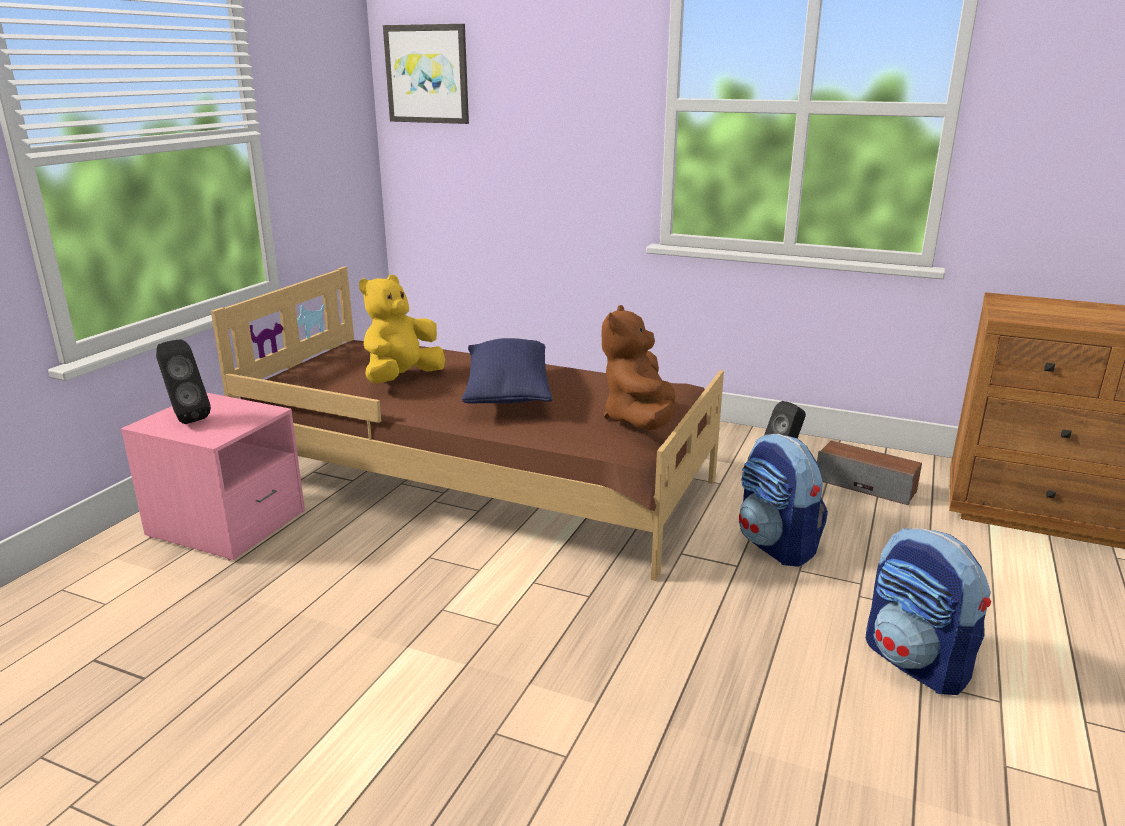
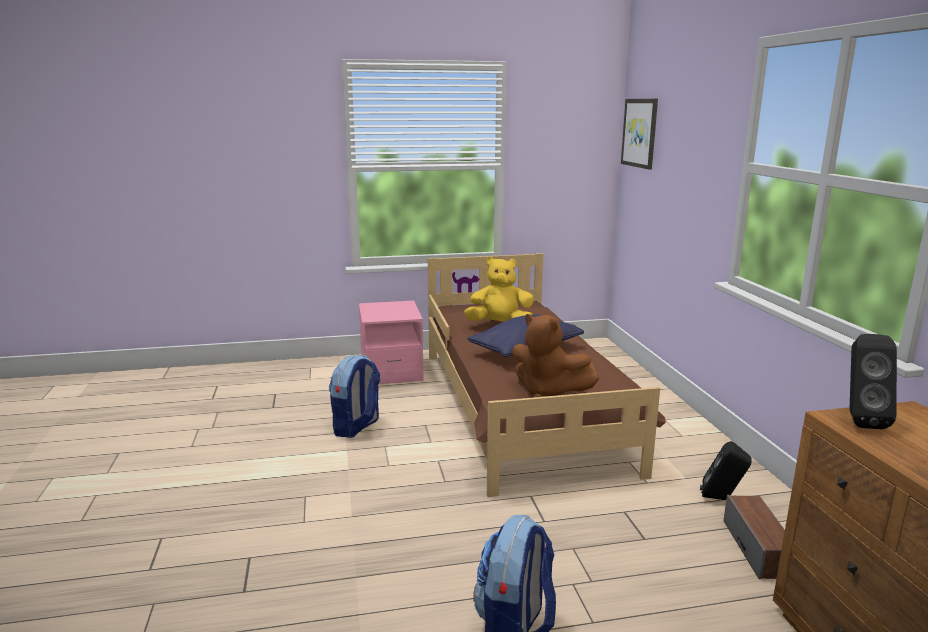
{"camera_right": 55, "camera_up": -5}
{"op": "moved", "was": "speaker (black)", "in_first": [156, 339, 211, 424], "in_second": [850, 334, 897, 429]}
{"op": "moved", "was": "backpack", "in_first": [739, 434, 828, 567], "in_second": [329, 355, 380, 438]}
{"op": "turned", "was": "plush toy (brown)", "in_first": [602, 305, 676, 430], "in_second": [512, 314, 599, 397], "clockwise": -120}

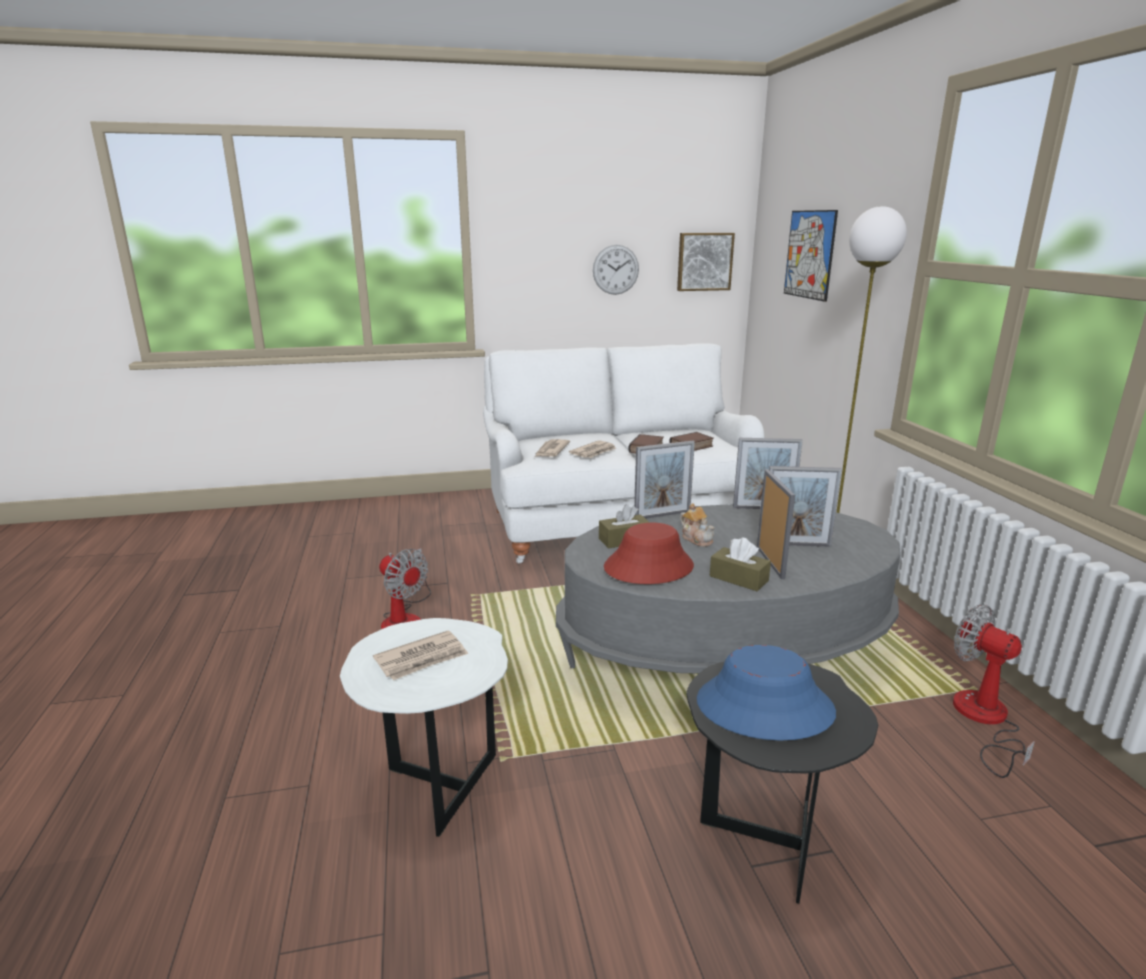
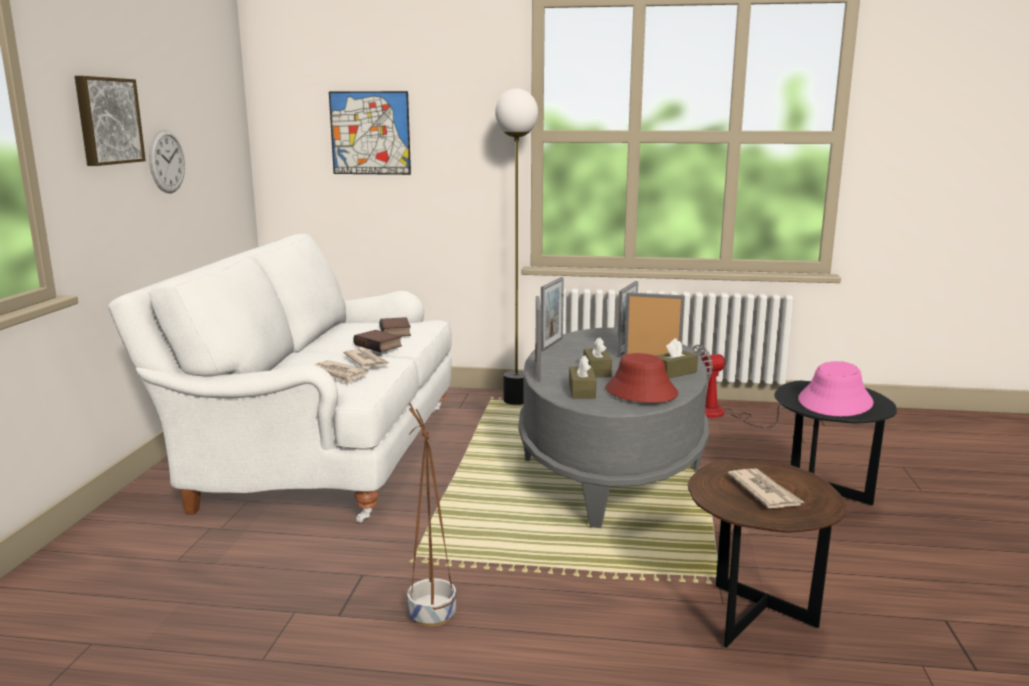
{"camera_right": -70, "camera_up": -5}
{"op": "moved", "was": "picture", "in_first": [677, 233, 735, 291], "in_second": [75, 76, 146, 166]}
{"op": "replaced", "was": "fan", "now": "planter (brown)", "in_first": [379, 548, 431, 629], "in_second": [407, 403, 457, 627]}
{"op": "replaced", "was": "teapot", "now": "tissue box (brown)", "in_first": [680, 503, 715, 547], "in_second": [584, 337, 612, 377]}
{"op": "recoloured", "was": "side table (white)", "now": "side table (brown)", "in_first": [340, 618, 508, 837], "in_second": [688, 459, 846, 648]}
{"op": "recoloured", "was": "hat (blue)", "now": "hat (pink)", "in_first": [697, 645, 836, 741], "in_second": [798, 361, 873, 416]}

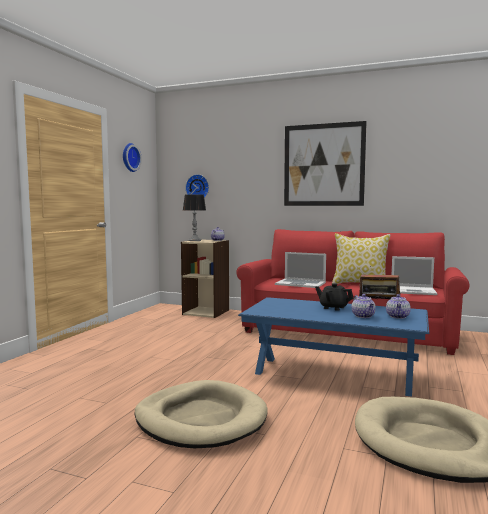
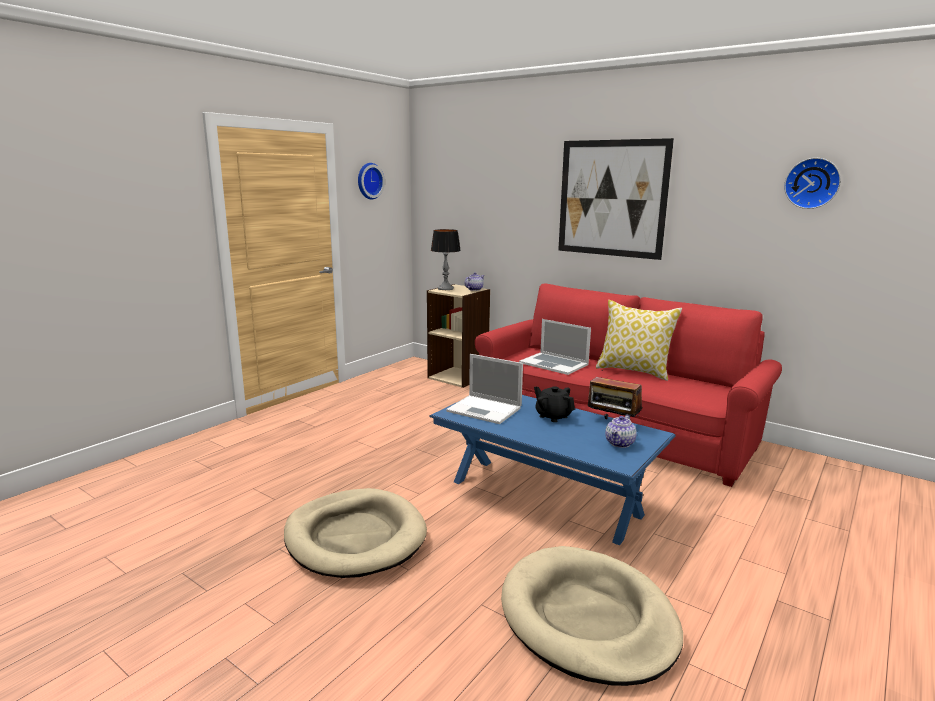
{"camera_right": 15, "camera_up": 10}
{"op": "removed", "was": "teapot", "in_first": [352, 294, 376, 318]}
{"op": "moved", "was": "wall clock", "in_first": [185, 174, 209, 198], "in_second": [784, 158, 841, 209]}
{"op": "moved", "was": "laptop", "in_first": [392, 256, 438, 295], "in_second": [446, 354, 523, 424]}

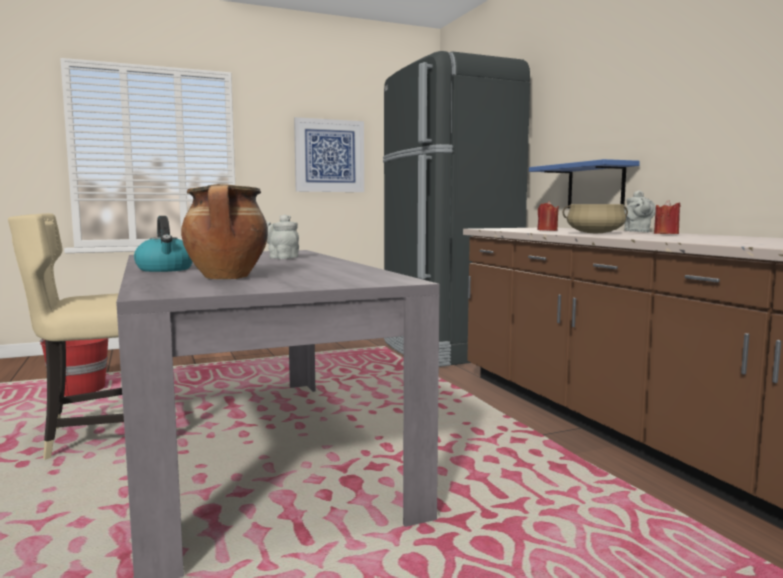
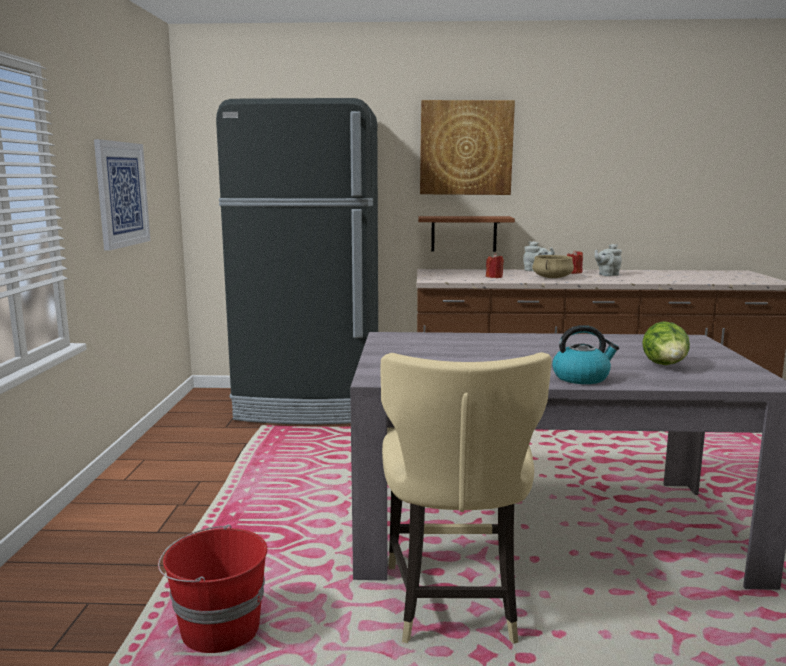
{"camera_right": -65, "camera_up": 5}
{"op": "added", "now": "picture", "in_second": [420, 100, 515, 195]}
{"op": "moved", "was": "teapot (grey)", "in_first": [267, 214, 299, 259], "in_second": [594, 244, 622, 276]}
{"op": "replaced", "was": "cooking pot", "now": "lettuce", "in_first": [181, 184, 268, 279], "in_second": [642, 321, 690, 365]}
{"op": "recoloured", "was": "shelf (blue)", "now": "shelf (brown)", "in_first": [529, 159, 640, 208], "in_second": [418, 216, 515, 252]}

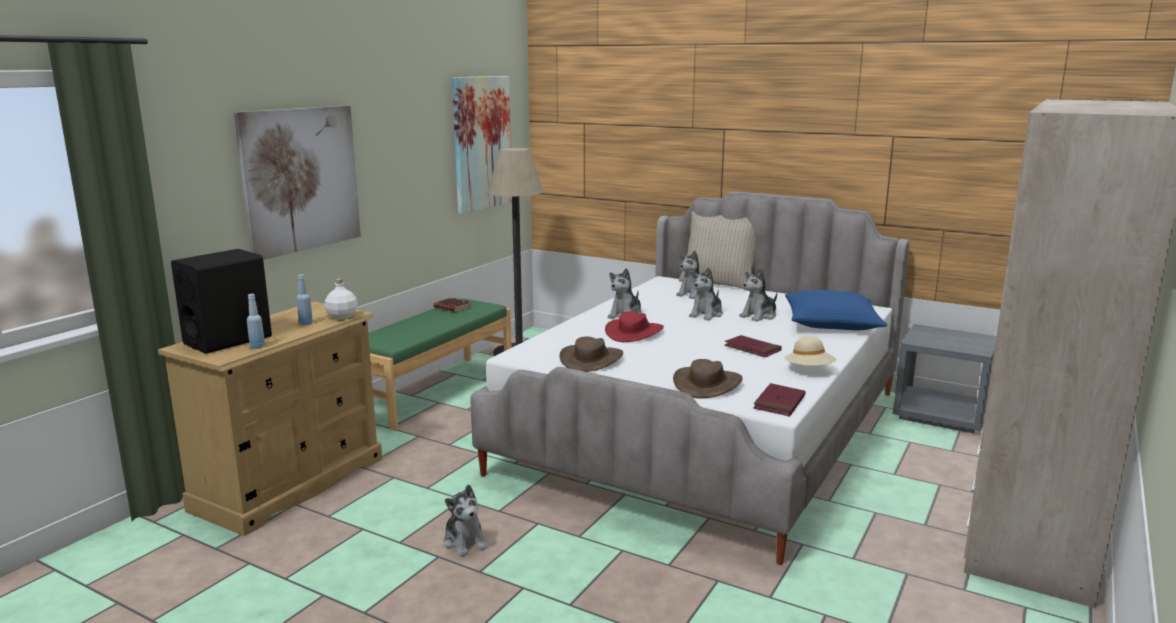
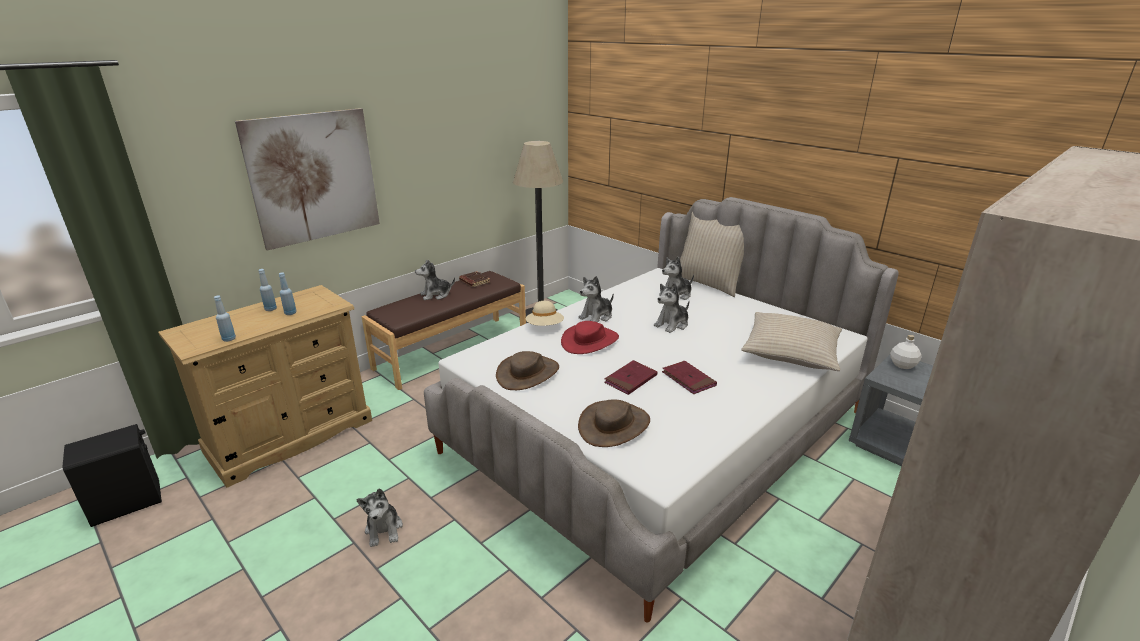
{"camera_right": 15, "camera_up": 10}
{"op": "removed", "was": "picture", "in_first": [452, 76, 512, 214]}
{"op": "added", "now": "bottle (blue)", "in_second": [258, 269, 277, 311]}
{"op": "moved", "was": "speaker (black)", "in_first": [171, 249, 272, 354], "in_second": [62, 424, 162, 527]}
{"op": "moved", "was": "bottle (white)", "in_first": [325, 278, 358, 320], "in_second": [890, 335, 921, 369]}
{"op": "moved", "was": "plush toy", "in_first": [739, 269, 777, 321], "in_second": [415, 259, 455, 300]}
{"op": "moved", "was": "book (red)", "in_first": [753, 383, 806, 416], "in_second": [604, 360, 657, 395]}
{"op": "moved", "was": "hat (beige)", "in_first": [785, 336, 836, 366], "in_second": [526, 301, 564, 326]}
{"op": "recoloured", "was": "bench (green)", "now": "bench (brown)", "in_first": [368, 299, 511, 431], "in_second": [362, 271, 526, 390]}
{"op": "recoloured", "was": "pillow (blue)", "now": "pillow (beige)", "in_first": [785, 290, 887, 330], "in_second": [741, 312, 842, 371]}

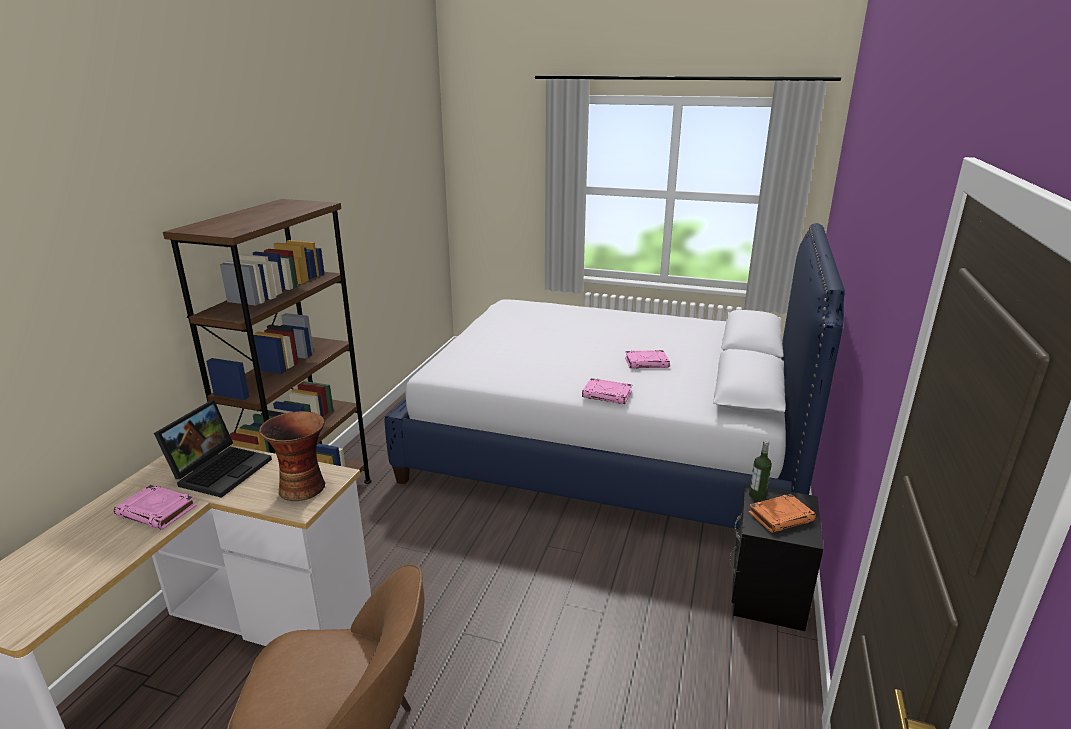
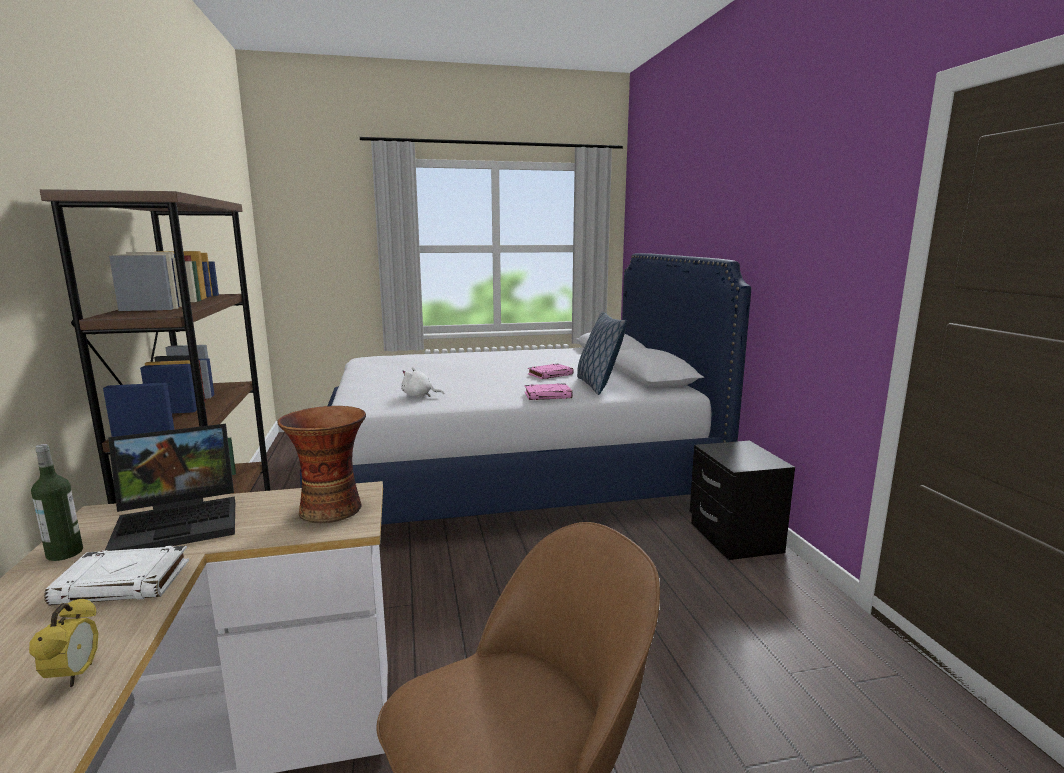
{"camera_right": -30, "camera_up": -10}
{"op": "removed", "was": "book (orange)", "in_first": [748, 494, 816, 533]}
{"op": "added", "now": "alarm clock", "in_second": [29, 597, 98, 688]}
{"op": "added", "now": "plush toy (white)", "in_second": [401, 367, 444, 397]}
{"op": "added", "now": "pillow", "in_second": [577, 311, 628, 395]}
{"op": "moved", "was": "bottle", "in_first": [749, 440, 772, 501], "in_second": [31, 444, 83, 561]}
{"op": "recoloured", "was": "book (pink)", "now": "book (white)", "in_first": [114, 484, 197, 530], "in_second": [44, 546, 189, 605]}
{"op": "turned", "was": "laptop", "in_first": [154, 400, 272, 498], "in_second": [105, 424, 235, 551], "clockwise": 75}

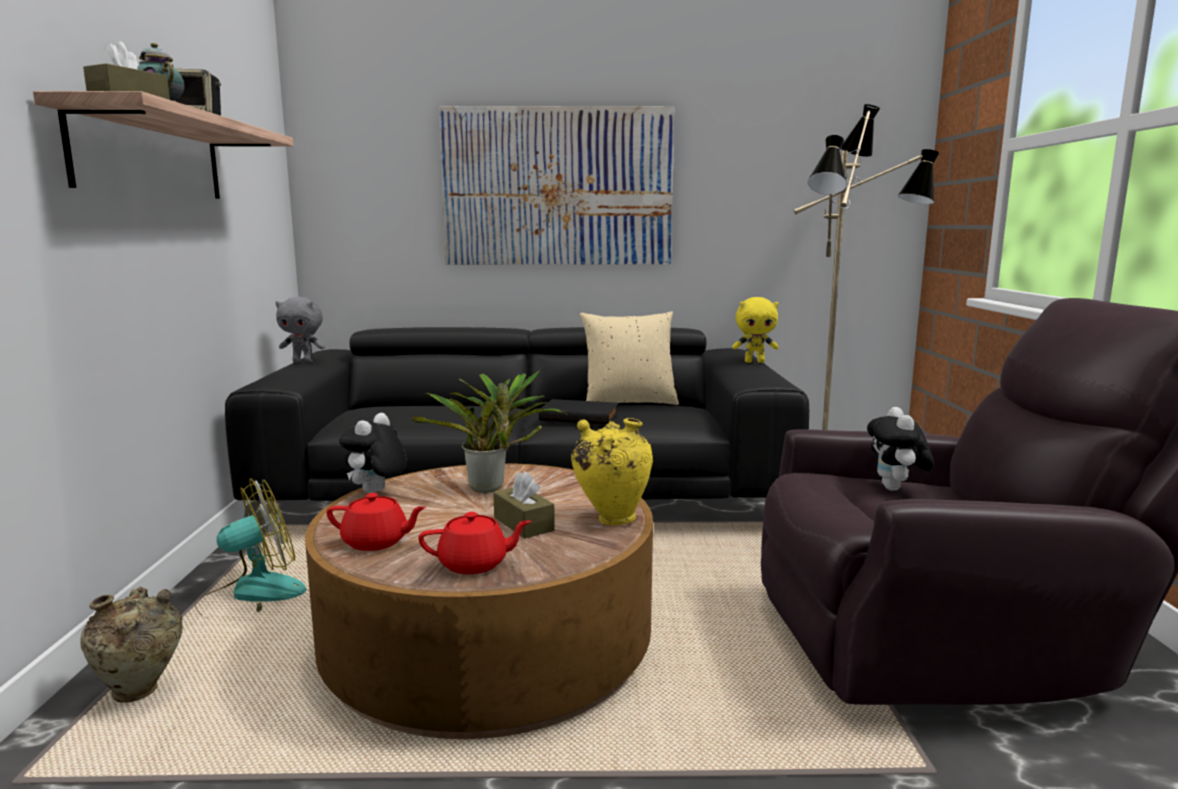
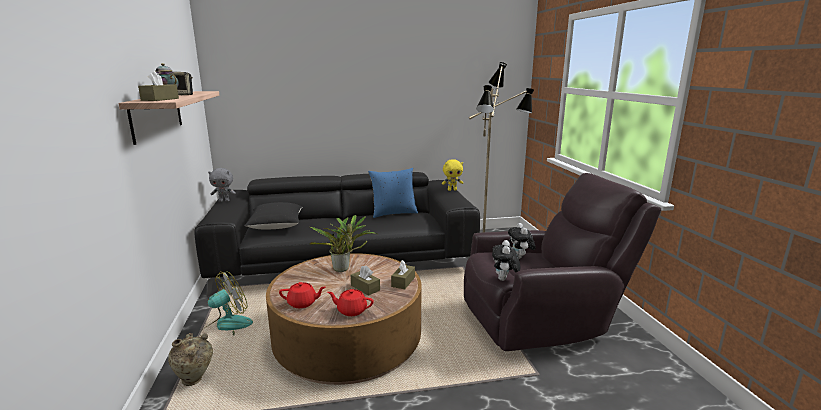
{"camera_right": -10, "camera_up": 5}
{"op": "removed", "was": "picture", "in_first": [439, 106, 675, 265]}
{"op": "removed", "was": "book (black)", "in_first": [539, 399, 618, 425]}
{"op": "added", "now": "pillow (black)", "in_second": [244, 202, 302, 229]}
{"op": "moved", "was": "plush toy", "in_first": [339, 413, 407, 494], "in_second": [492, 240, 520, 281]}
{"op": "replaced", "was": "vase (yellow)", "now": "tissue box (brown)", "in_first": [571, 418, 653, 525], "in_second": [391, 260, 415, 289]}
{"op": "recoloured", "was": "pillow (beige)", "now": "pillow (blue)", "in_first": [580, 311, 679, 405], "in_second": [368, 168, 418, 218]}
{"op": "turned", "was": "teapot (red)", "in_first": [418, 512, 531, 574], "in_second": [327, 289, 374, 316], "clockwise": -150}

